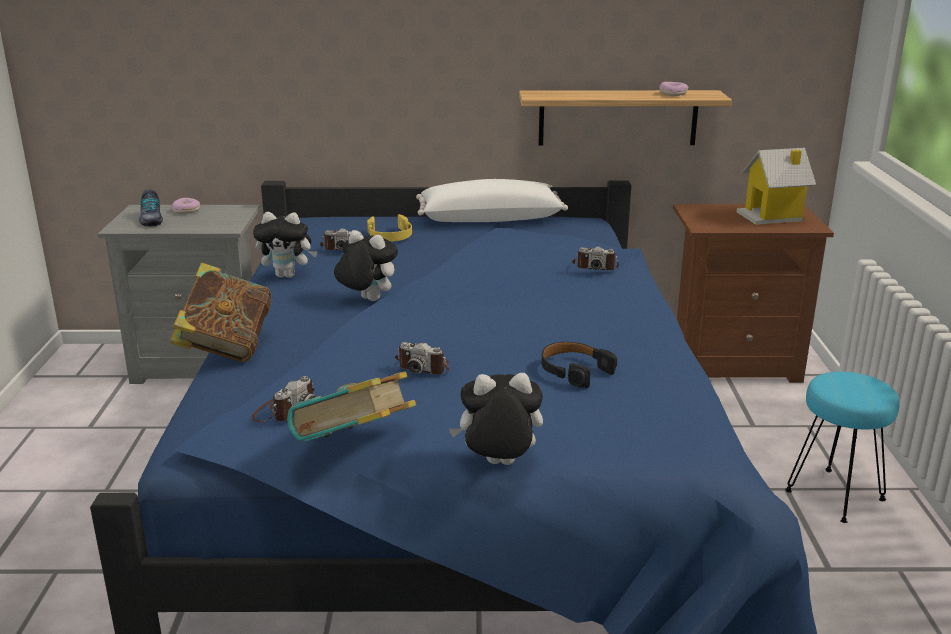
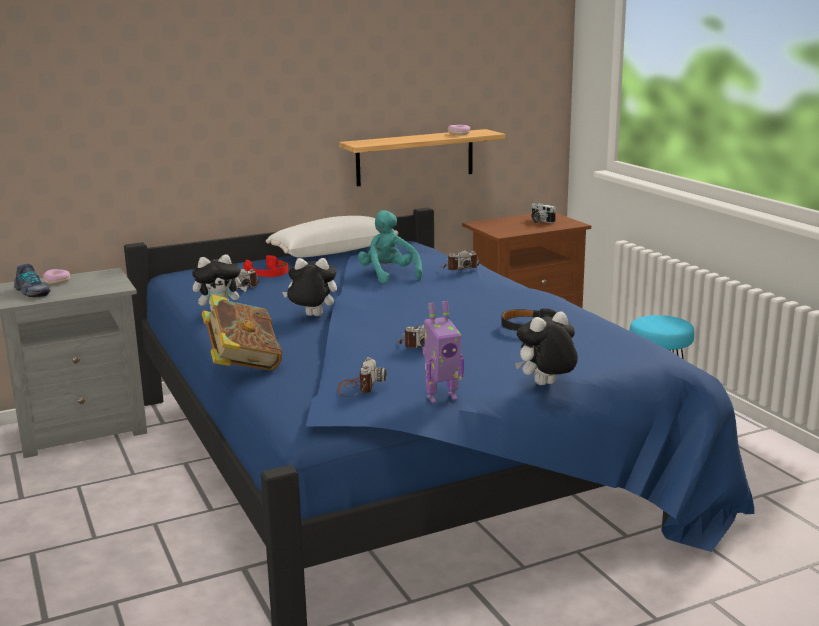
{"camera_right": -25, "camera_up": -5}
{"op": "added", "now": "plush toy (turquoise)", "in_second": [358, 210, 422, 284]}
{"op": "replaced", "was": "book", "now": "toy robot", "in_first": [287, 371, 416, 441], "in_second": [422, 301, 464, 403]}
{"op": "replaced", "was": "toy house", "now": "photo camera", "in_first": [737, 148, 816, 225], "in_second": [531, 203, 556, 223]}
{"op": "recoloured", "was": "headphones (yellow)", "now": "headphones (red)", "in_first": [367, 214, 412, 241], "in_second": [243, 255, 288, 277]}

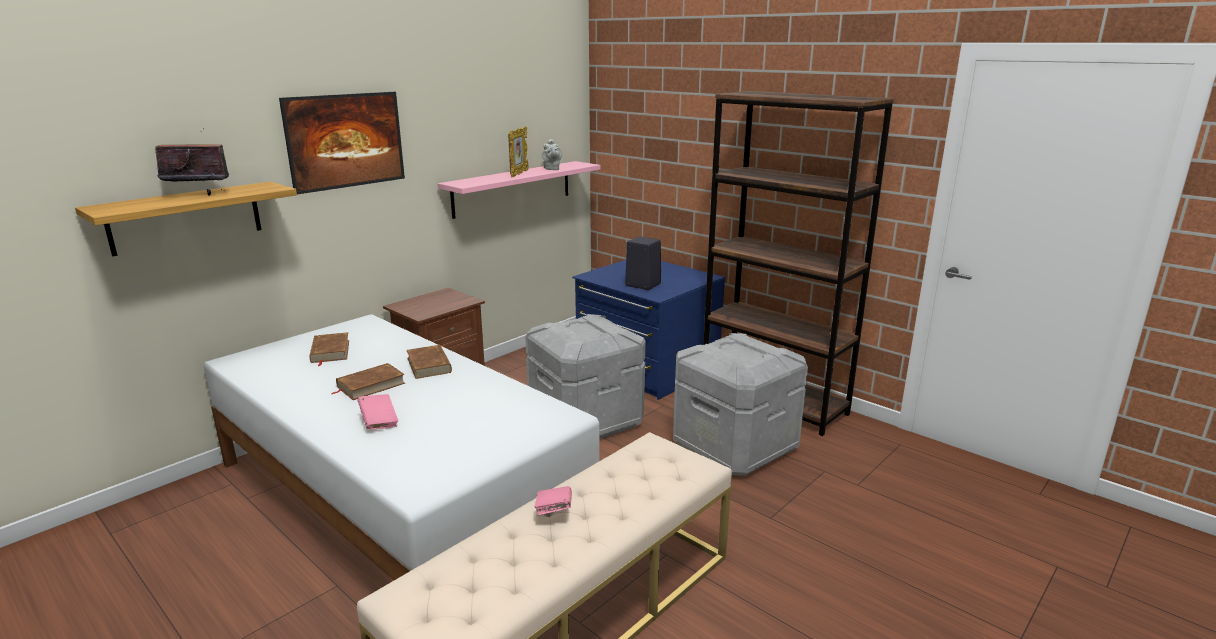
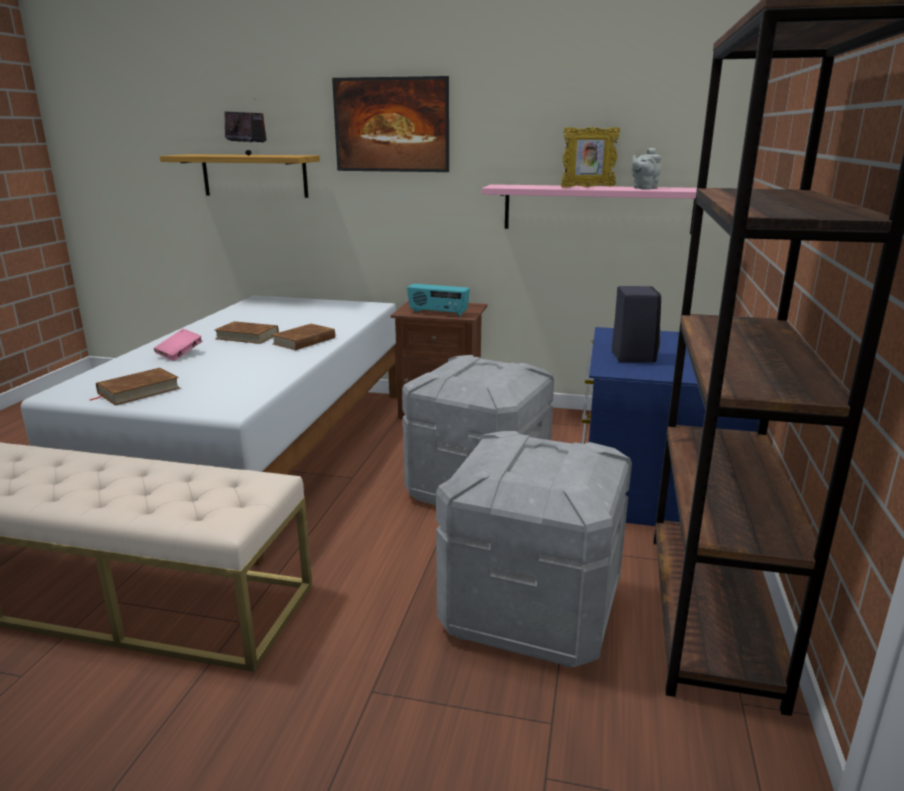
{"camera_right": 60, "camera_up": 0}
{"op": "removed", "was": "book (pink)", "in_first": [535, 486, 572, 515]}
{"op": "added", "now": "radio", "in_second": [407, 284, 470, 317]}
{"op": "moved", "was": "book (brown)", "in_first": [309, 332, 349, 366], "in_second": [89, 368, 180, 405]}

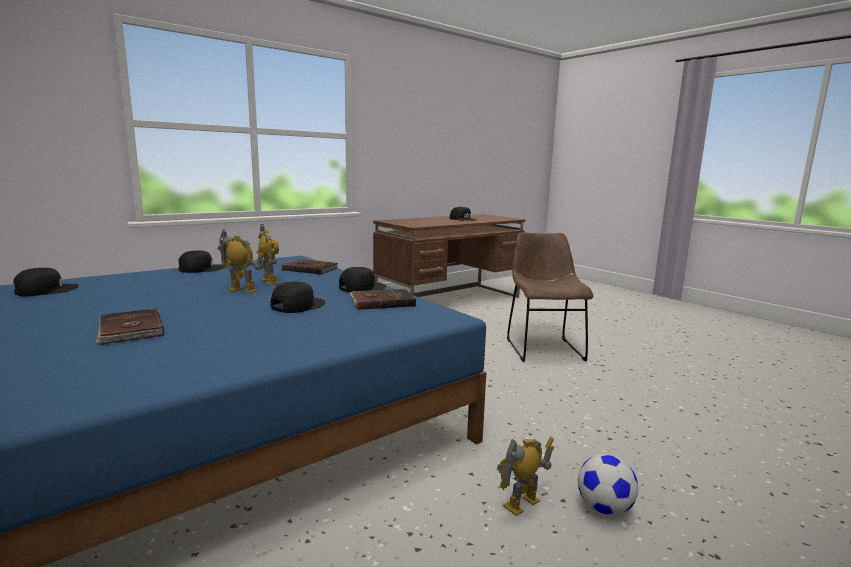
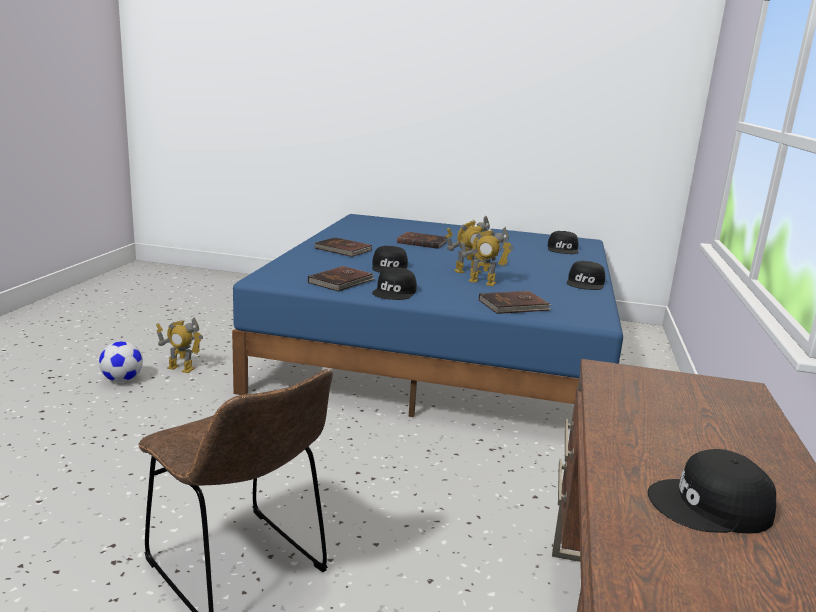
{"camera_right": 140, "camera_up": 5}
{"op": "added", "now": "book (brown)", "in_second": [314, 237, 372, 257]}
{"op": "turned", "was": "toy robot", "in_first": [497, 436, 555, 516], "in_second": [156, 317, 203, 373], "clockwise": 90}

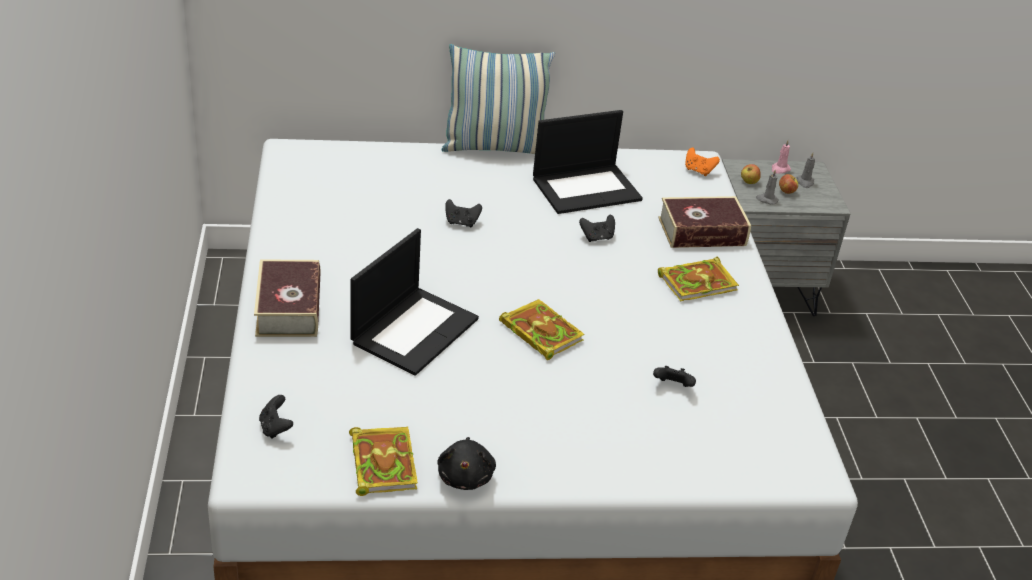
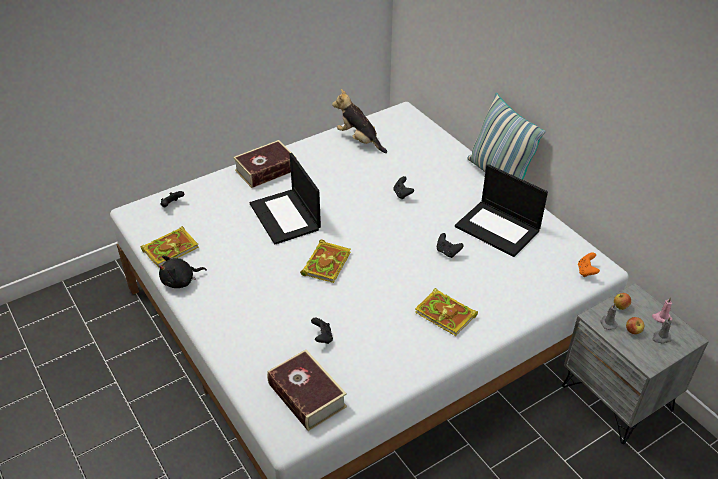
{"camera_right": 65, "camera_up": 5}
{"op": "added", "now": "plush toy", "in_second": [332, 89, 387, 153]}
{"op": "moved", "was": "book", "in_first": [658, 196, 751, 248], "in_second": [267, 350, 347, 431]}
{"op": "turned", "was": "laptop", "in_first": [351, 228, 479, 376], "in_second": [250, 153, 321, 245], "clockwise": 60}

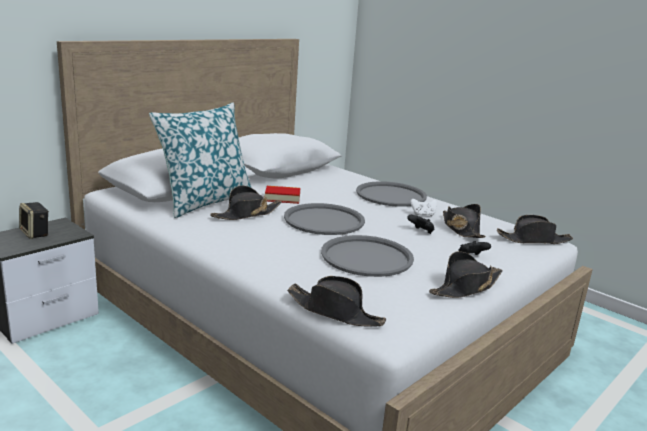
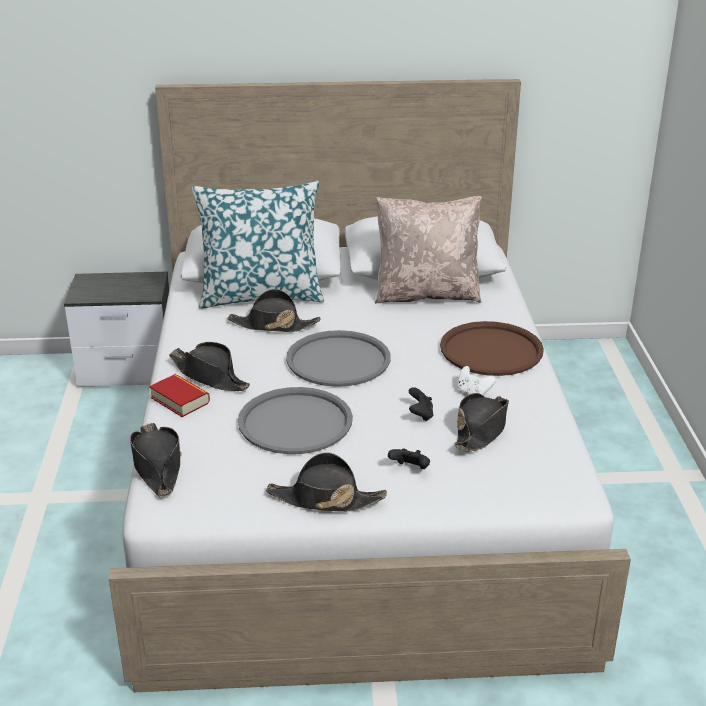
{"camera_right": 45, "camera_up": 10}
{"op": "removed", "was": "speaker", "in_first": [19, 202, 49, 239]}
{"op": "added", "now": "pillow (beige)", "in_second": [375, 196, 482, 303]}
{"op": "moved", "was": "book", "in_first": [265, 186, 300, 204], "in_second": [149, 374, 210, 417]}
{"op": "moved", "was": "hat (black)", "in_first": [497, 215, 573, 244], "in_second": [169, 342, 250, 391]}
{"op": "recoloured", "was": "tray (grey)", "now": "tray (brown)", "in_first": [356, 181, 427, 207], "in_second": [440, 321, 544, 376]}

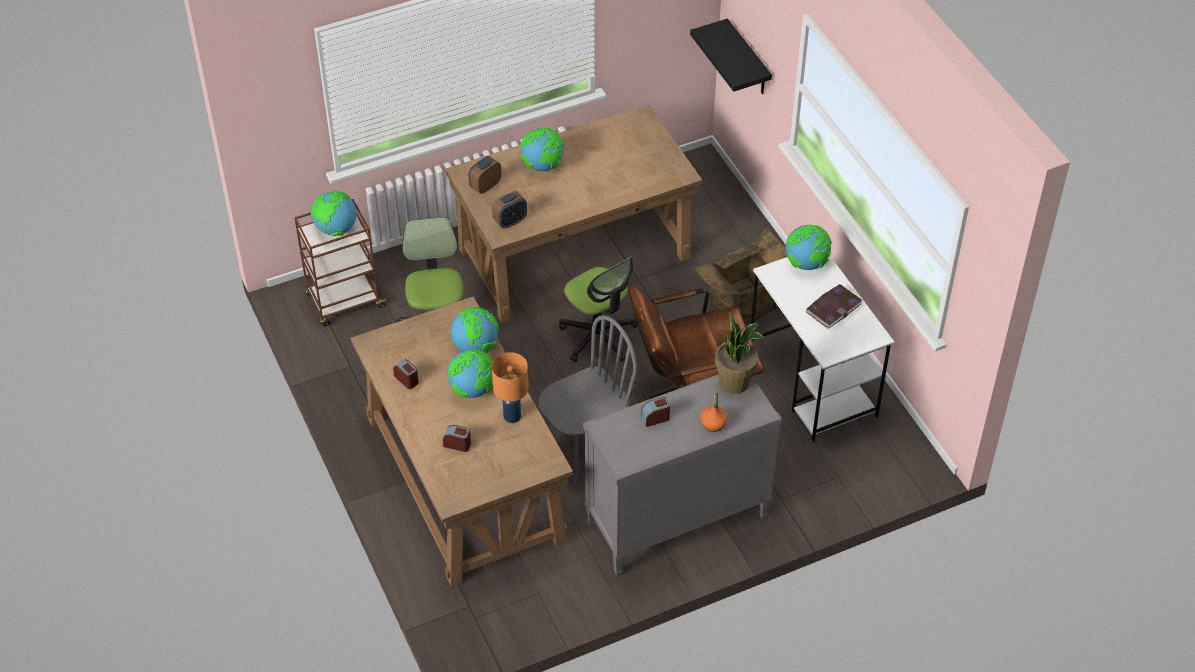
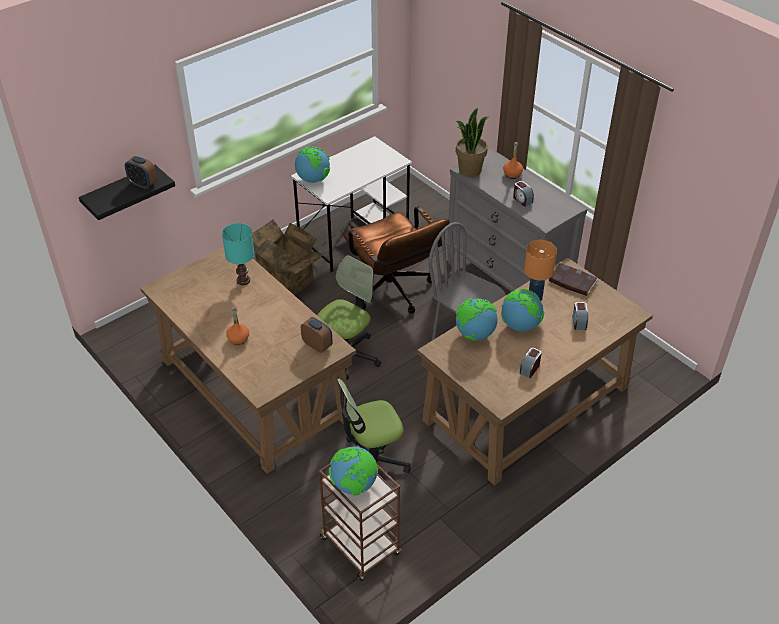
{"camera_right": -105, "camera_up": -5}
{"op": "added", "now": "table lamp (turquoise)", "in_second": [222, 223, 255, 285]}
{"op": "moved", "was": "alarm clock", "in_first": [469, 156, 501, 194], "in_second": [125, 156, 157, 189]}
{"op": "moved", "was": "book", "in_first": [806, 284, 862, 329], "in_second": [548, 263, 598, 296]}
{"op": "replaced", "was": "globe", "now": "bottle (orange)", "in_first": [521, 127, 564, 171], "in_second": [226, 307, 249, 345]}

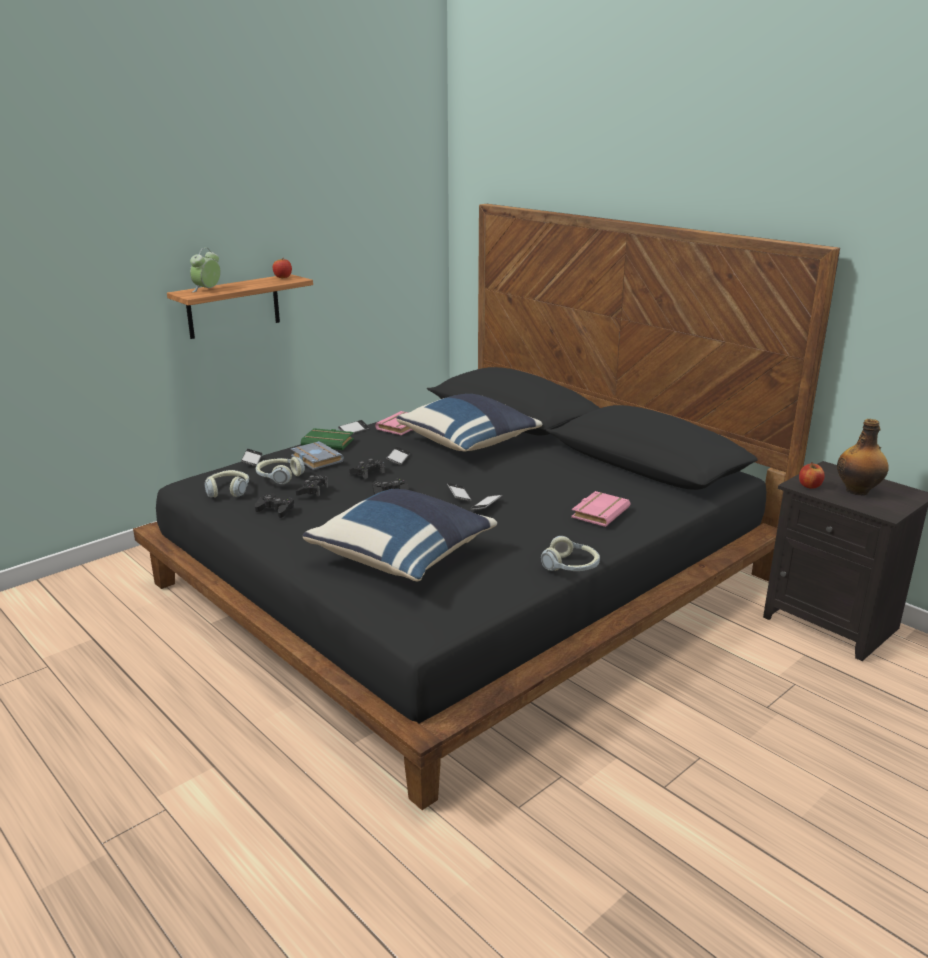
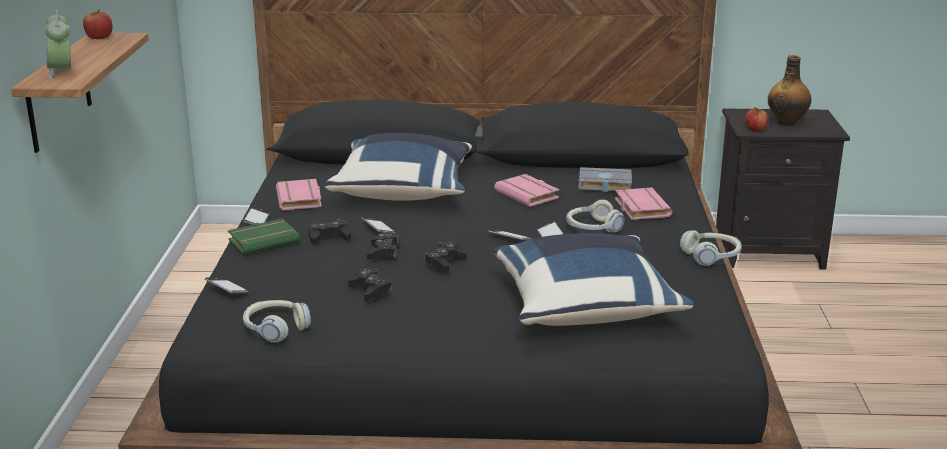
{"camera_right": -45, "camera_up": 0}
{"op": "added", "now": "book (pink)", "in_second": [494, 174, 559, 207]}
{"op": "moved", "was": "game controller (black)", "in_first": [255, 493, 295, 518], "in_second": [308, 219, 351, 245]}
{"op": "moved", "was": "headphones", "in_first": [256, 457, 305, 484], "in_second": [566, 199, 624, 232]}
{"op": "moved", "was": "book (grey)", "in_first": [291, 441, 344, 470], "in_second": [578, 167, 632, 192]}

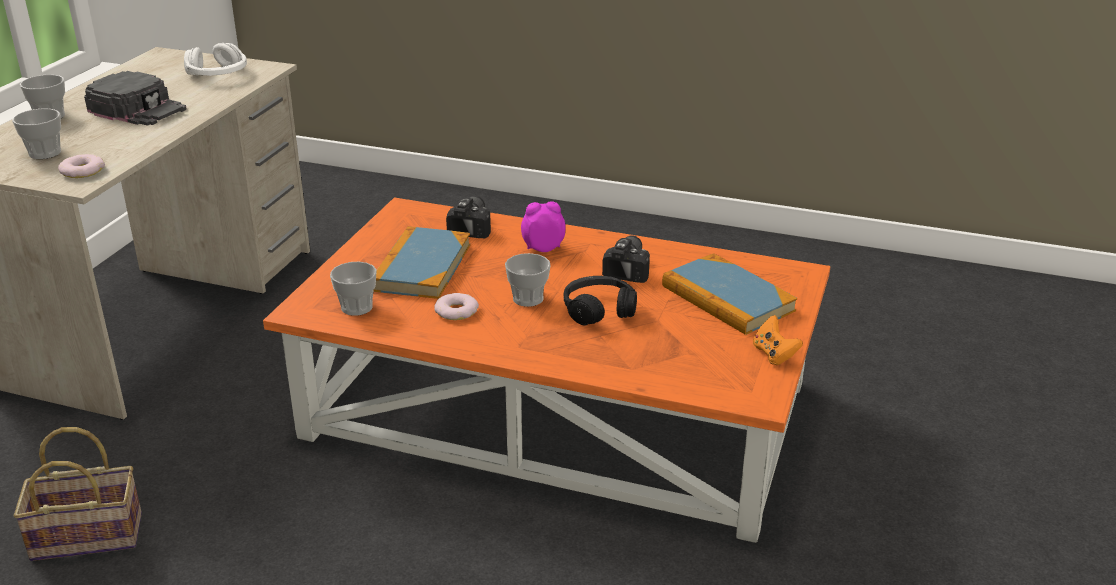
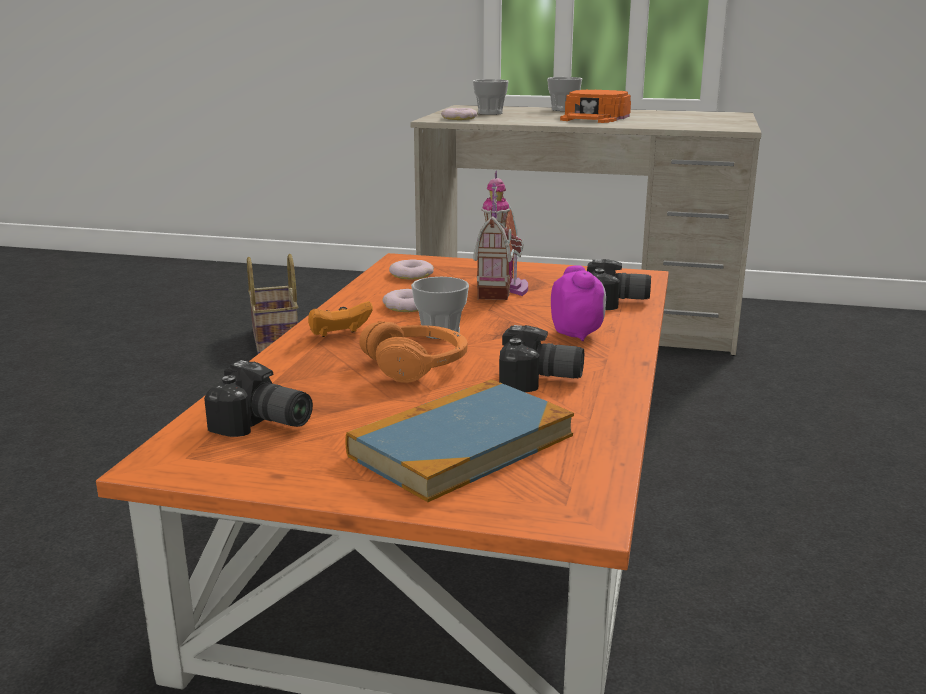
{"camera_right": 85, "camera_up": -10}
{"op": "removed", "was": "headphones (white)", "in_first": [184, 43, 247, 76]}
{"op": "added", "now": "photo camera", "in_second": [204, 360, 313, 437]}
{"op": "moved", "was": "game controller (orange)", "in_first": [753, 315, 803, 365], "in_second": [308, 301, 373, 337]}
{"op": "replaced", "was": "cup", "now": "donut", "in_first": [330, 262, 377, 316], "in_second": [389, 259, 434, 279]}
{"op": "replaced", "was": "book", "now": "toy house", "in_first": [373, 226, 470, 299], "in_second": [474, 170, 528, 300]}
{"op": "recoloured", "was": "cap (black)", "now": "cap (orange)", "in_first": [84, 71, 186, 126], "in_second": [560, 90, 631, 123]}
{"op": "recoloured", "was": "headphones (black)", "now": "headphones (orange)", "in_first": [564, 276, 637, 326], "in_second": [359, 321, 467, 383]}

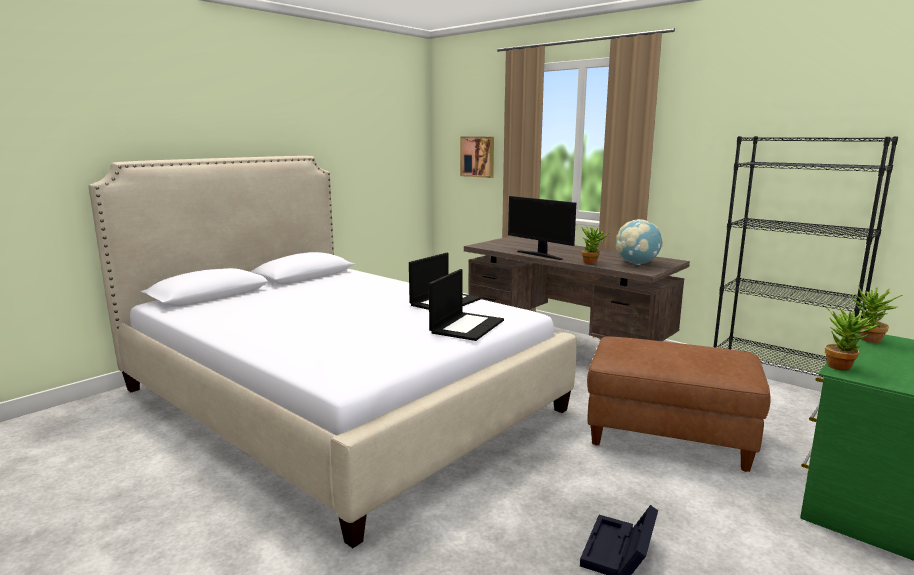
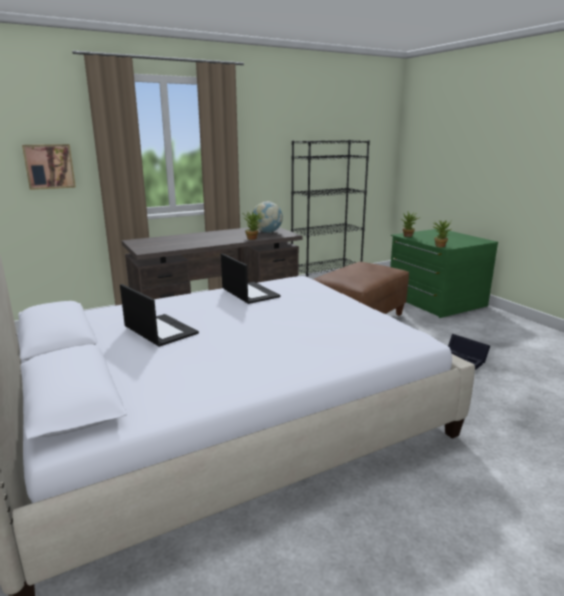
{"camera_right": -70, "camera_up": 5}
{"op": "removed", "was": "monitor", "in_first": [508, 196, 576, 260]}
{"op": "moved", "was": "laptop", "in_first": [429, 269, 504, 341], "in_second": [120, 284, 199, 347]}

